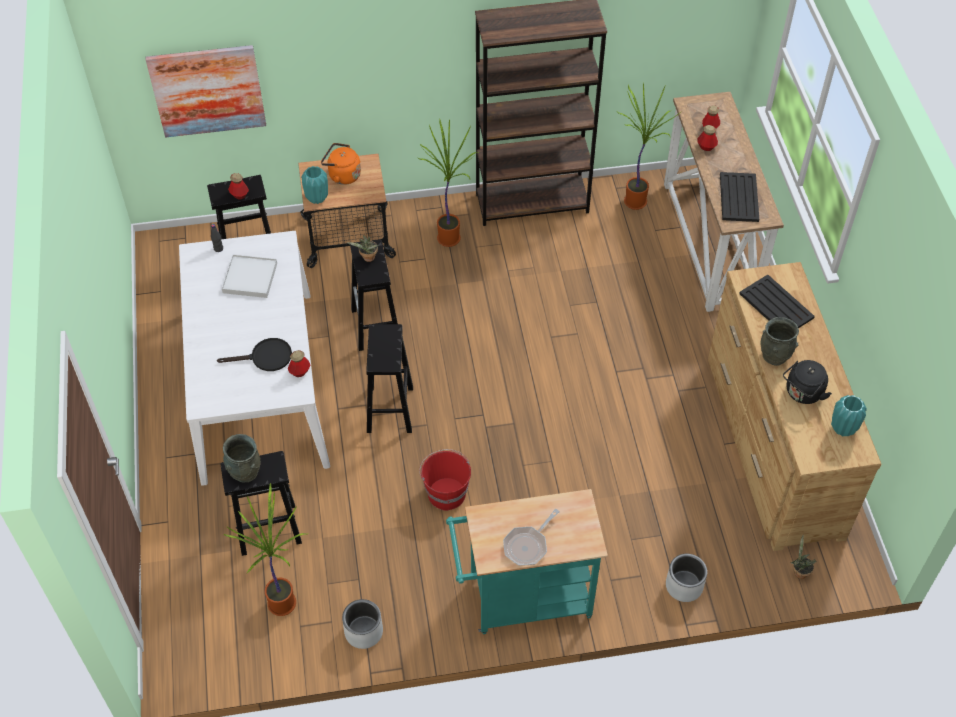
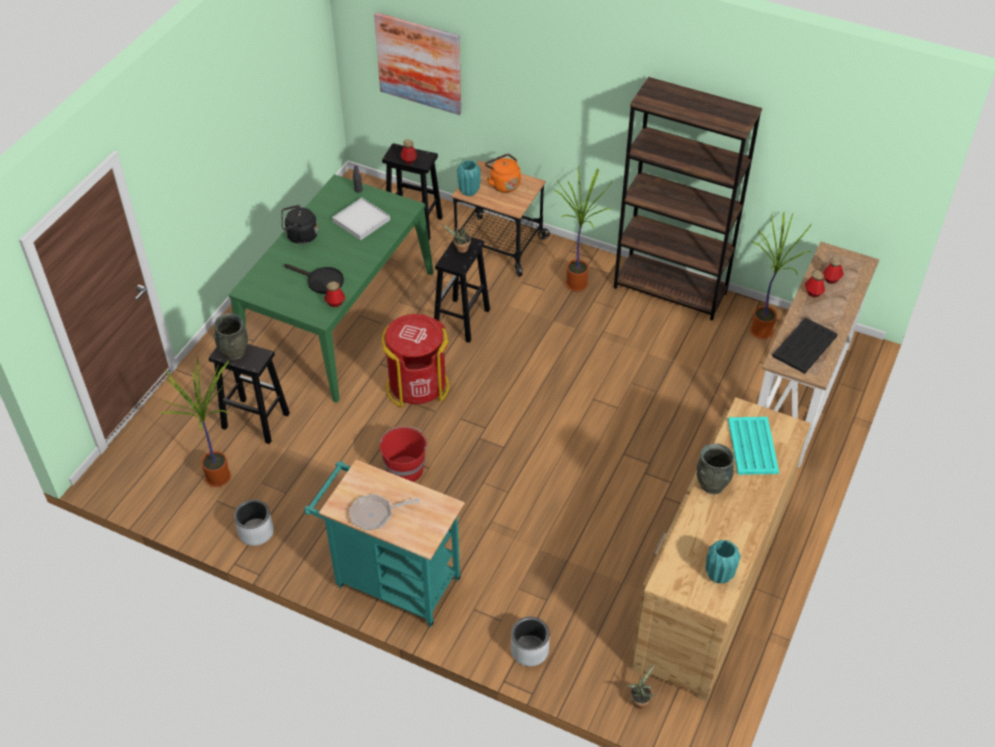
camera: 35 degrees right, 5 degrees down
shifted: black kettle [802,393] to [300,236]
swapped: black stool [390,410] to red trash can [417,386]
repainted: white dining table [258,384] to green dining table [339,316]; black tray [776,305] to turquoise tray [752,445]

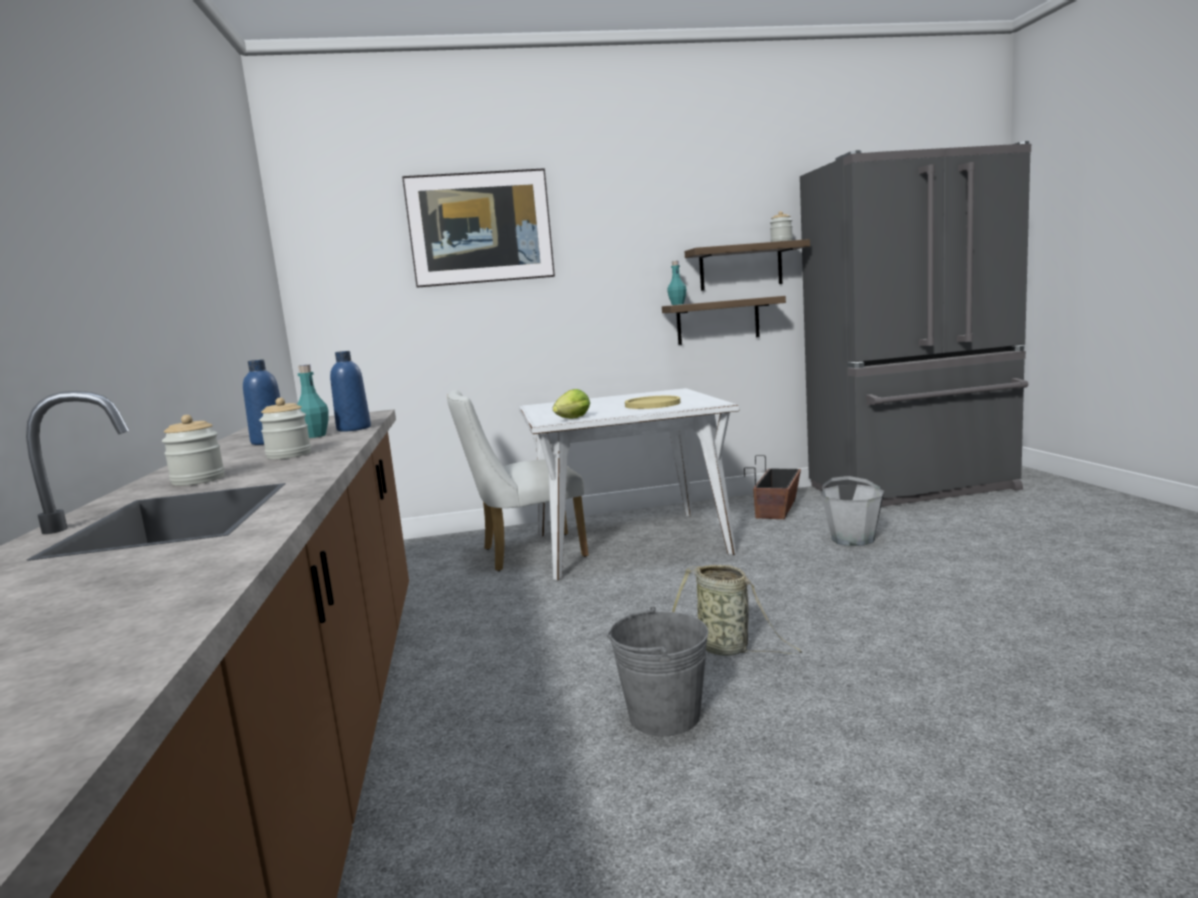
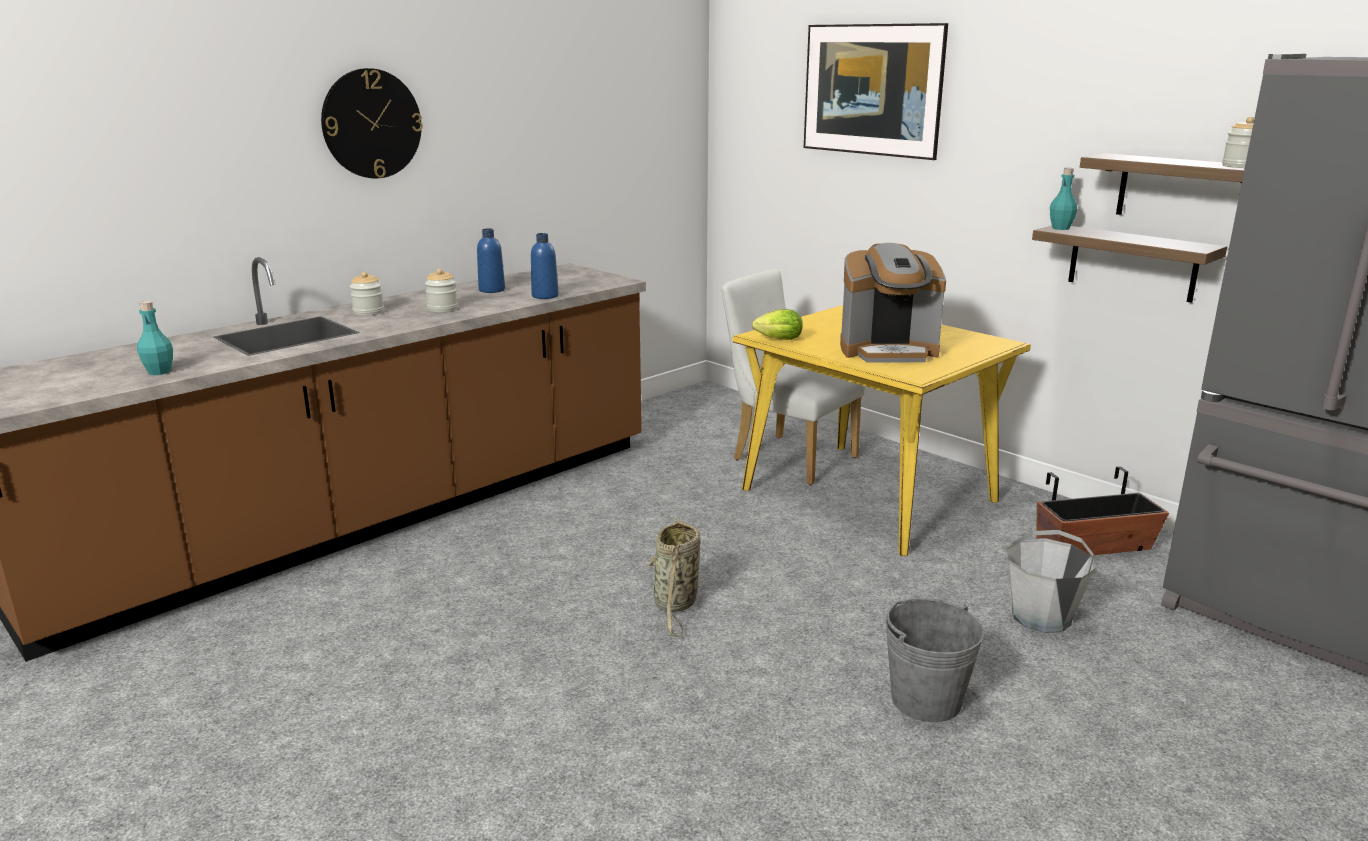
camera: 55 degrees right, 10 degrees up
new: wall clock [371,124]
shifted: turquoise bottle [315,436] to [159,372]; grey bucket [664,715] to [926,700]
swapped: yellow plate [652,404] to coffee machine [888,351]
repainted: white dining table [629,544] to yellow dining table [867,495]

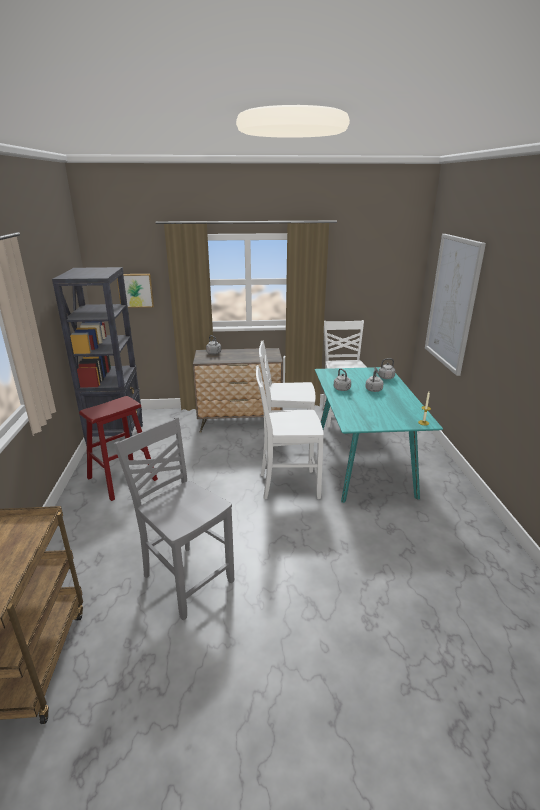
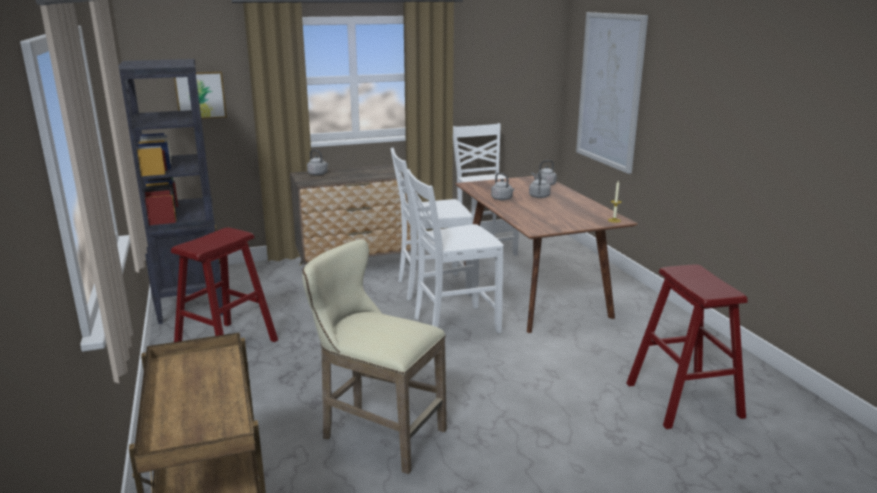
camera: 15 degrees left, 5 degrees down
new: red stool [683,400]
swapped: grey chair [186,578] to beige stool [377,433]
repainted: turquoise dining table [361,461] to brown dining table [531,290]

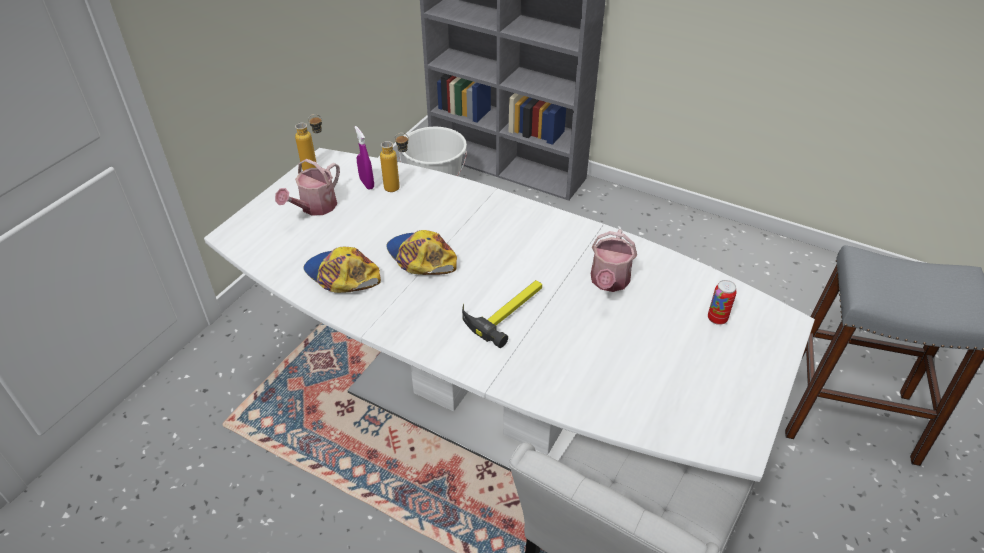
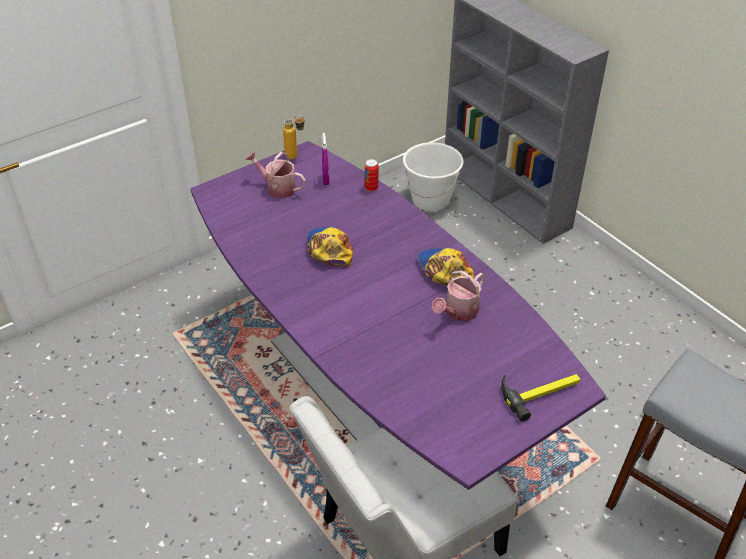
camera: 25 degrees right, 0 degrees up
gone: bottle [398,187]
shifted: cap [341,276] to [444,270]; hammer [506,310] to [540,391]; can [717,319] to [371,188]
repainted: white dining table [491,407] to purple dining table [372,391]
rotated: watering can [315,207] = [277,188] 60 degrees clockwise

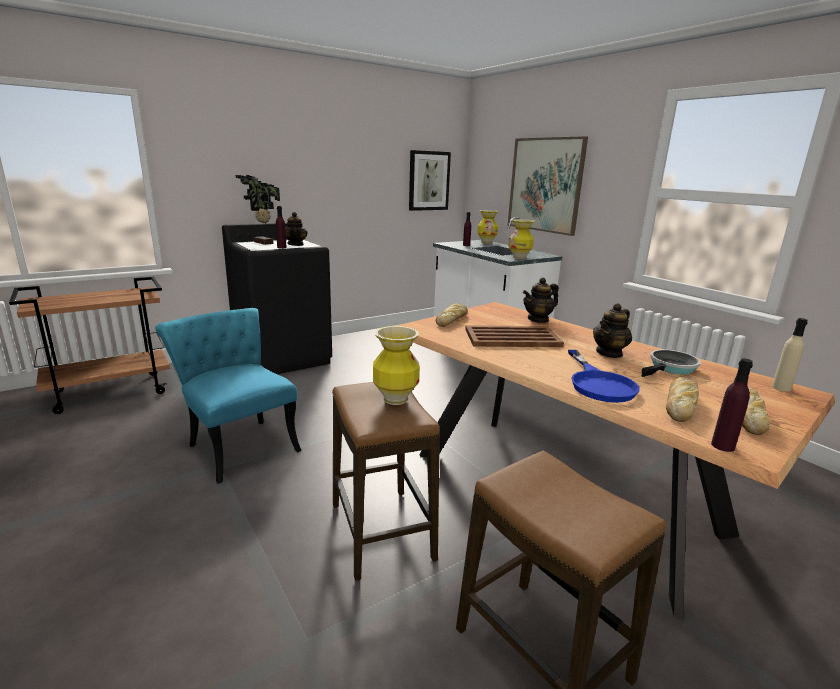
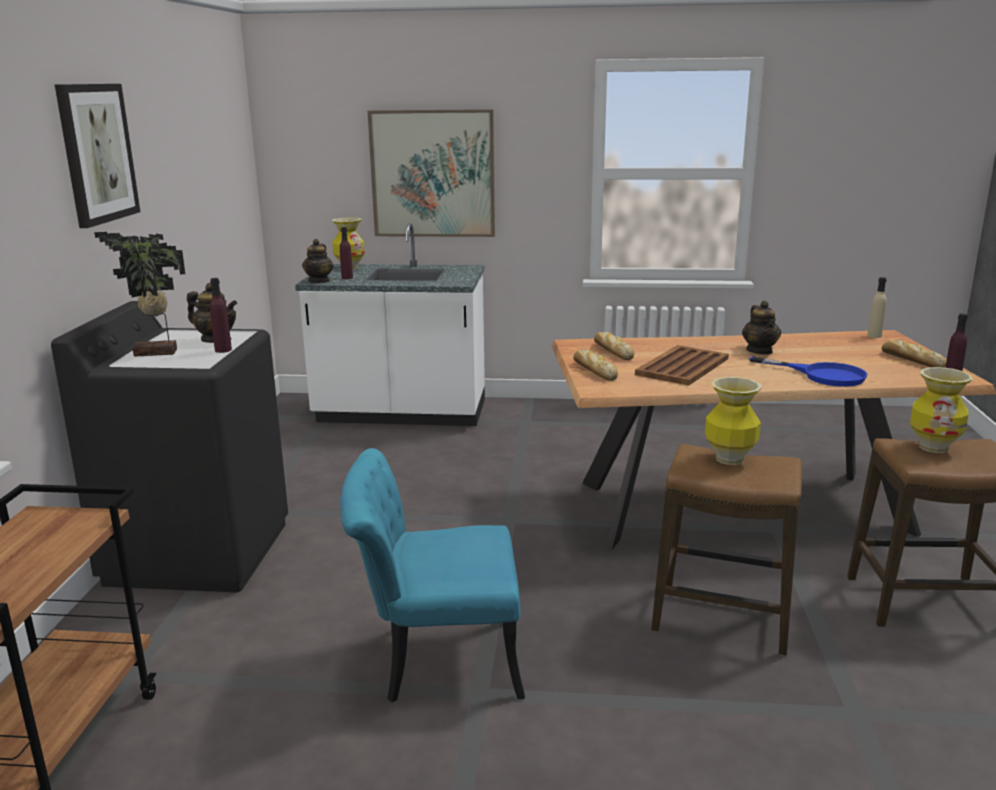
camera: 50 degrees left, 0 degrees up
gone: frying pan [671,368]
shifted: picture [428,181] to [97,153]; vase [519,258] to [933,447]; teapot [538,319] to [319,281]; bread [680,404] to [612,351]

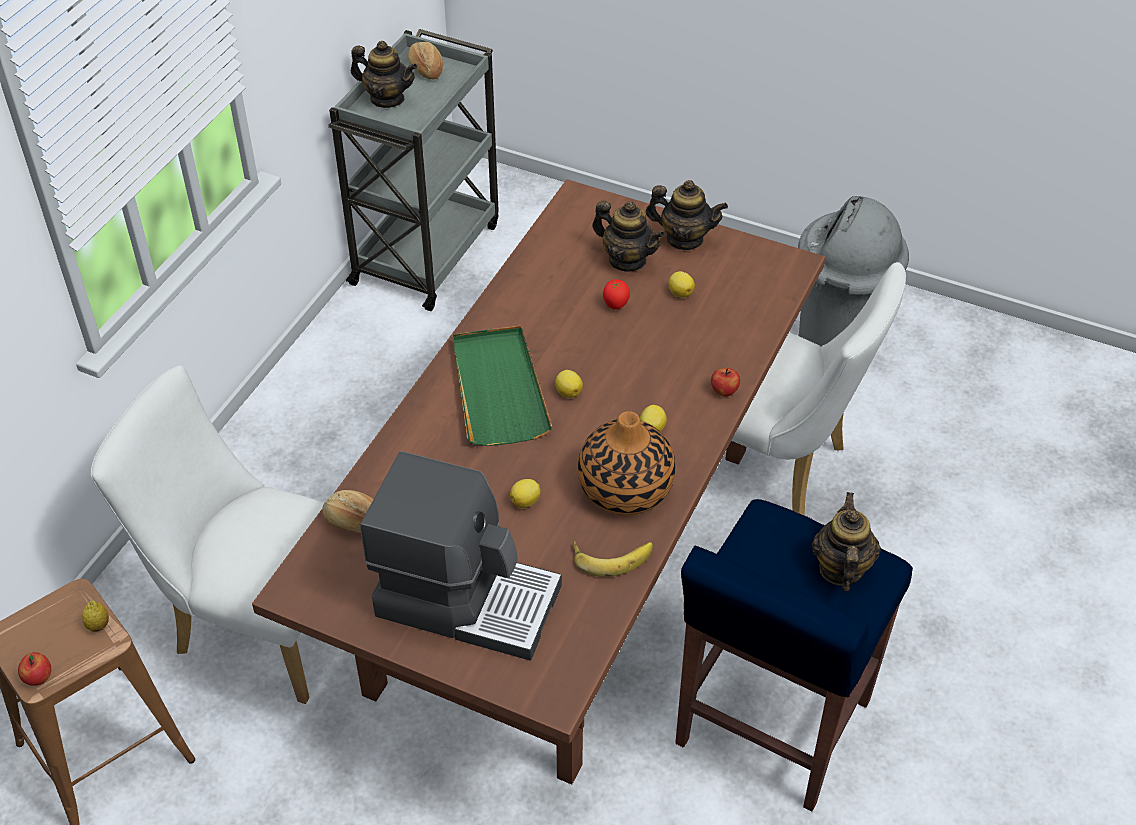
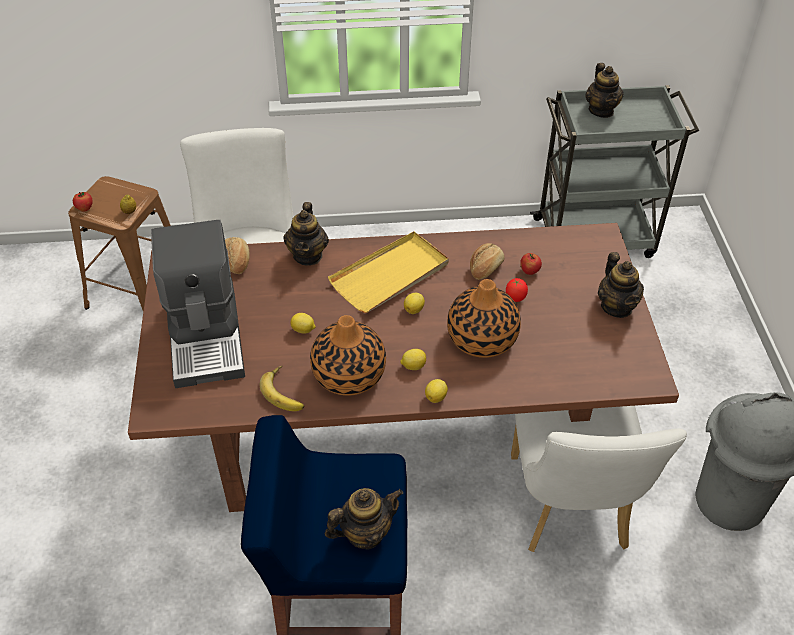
camera: 60 degrees right, 0 degrees up
new: vase [482,338]
shifted: bread [426,69] to [485,268]; teapot [627,260] to [308,255]; lemon [680,293] to [436,397]; apple [724,391] to [529,271]
repainted: green tray [498,389] to yellow tray [390,275]

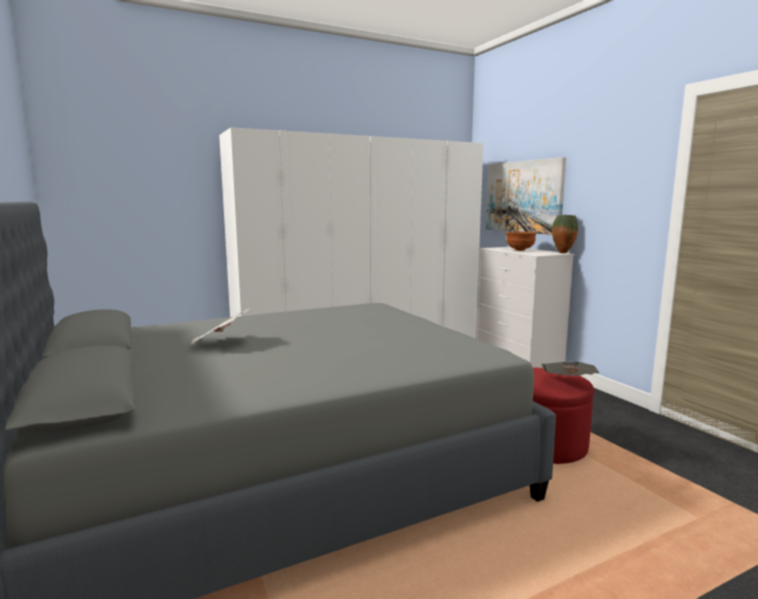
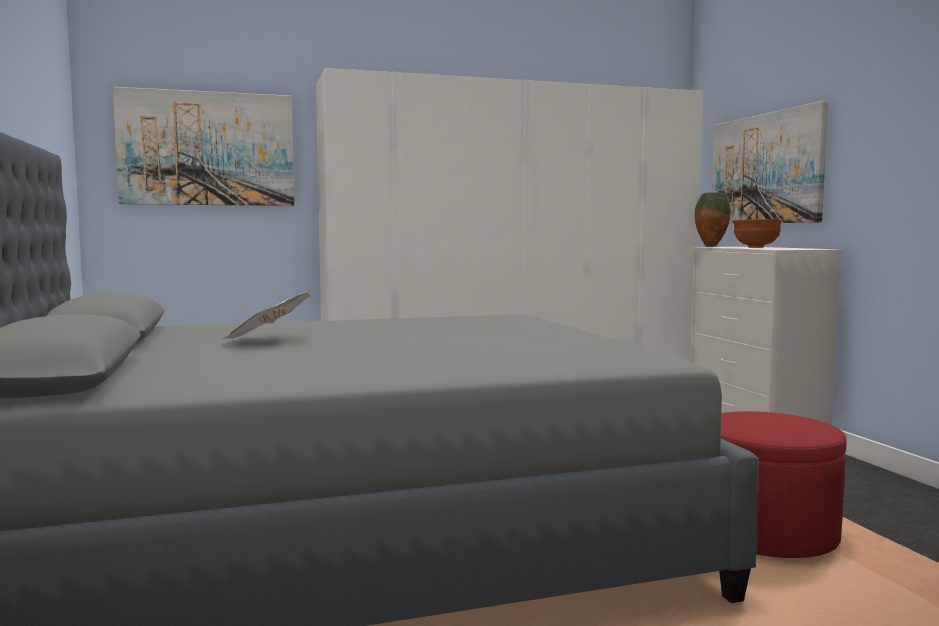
camera: 10 degrees right, 5 degrees down
gone: newspaper [568,383]
new: picture [207,149]
shifted: vase [562,253] to [710,246]

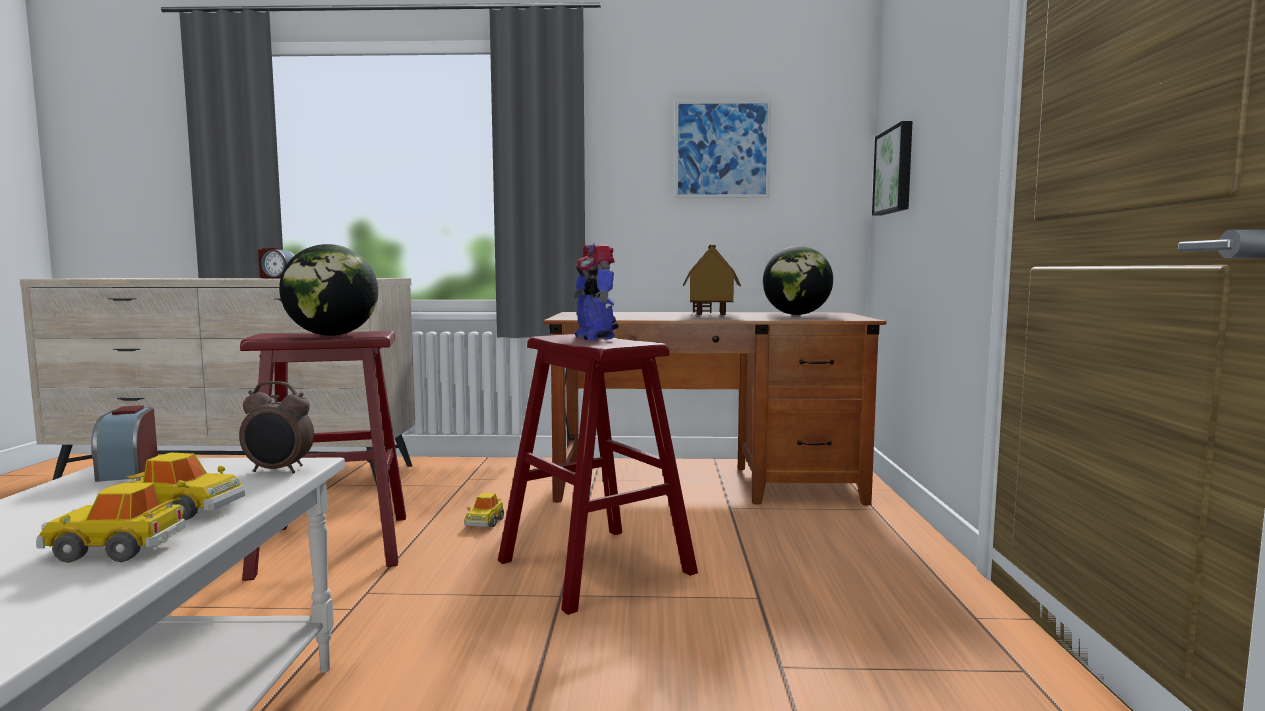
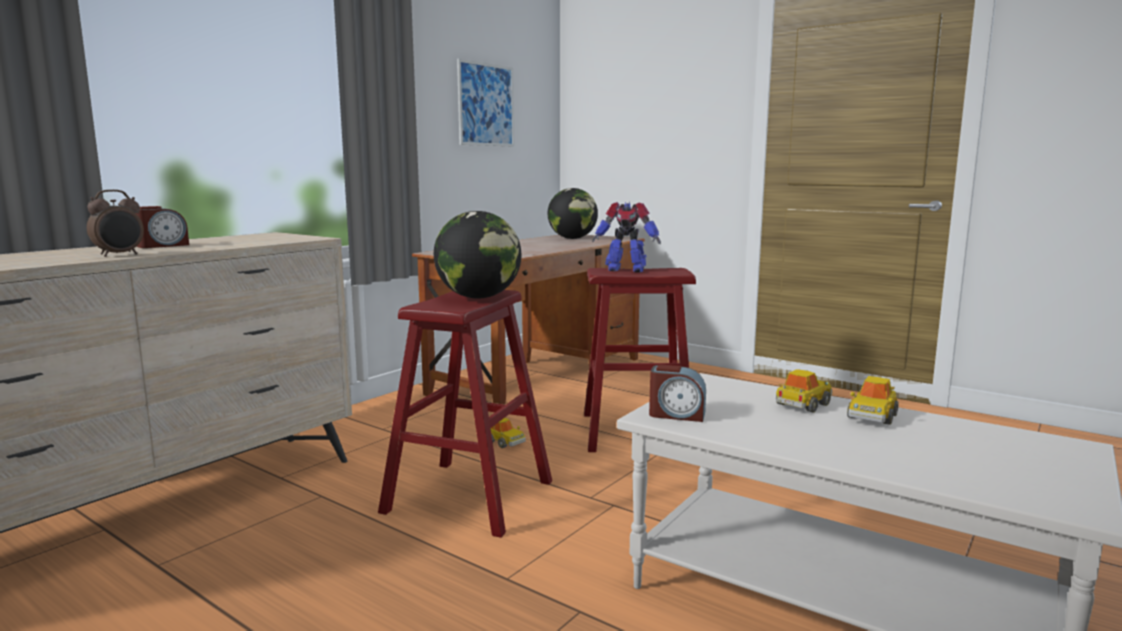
camera: 55 degrees left, 5 degrees up
gone: picture [896,171]; toy house [710,315]
shifted: alarm clock [278,471] to [119,255]

